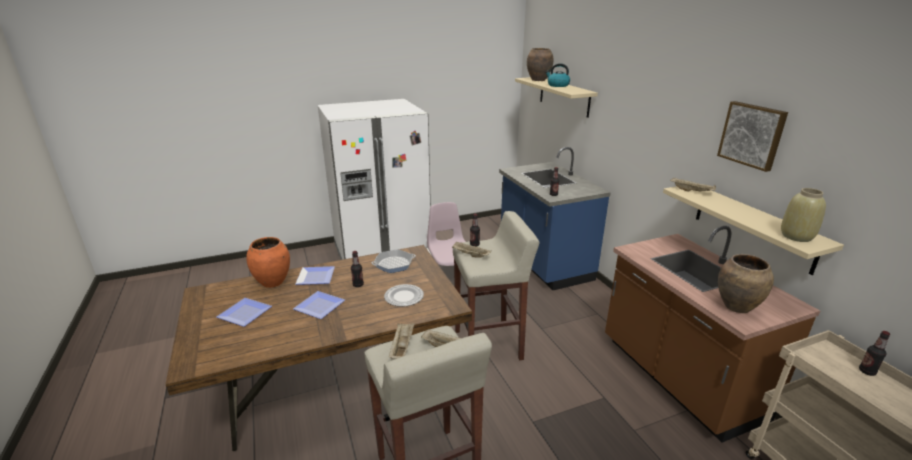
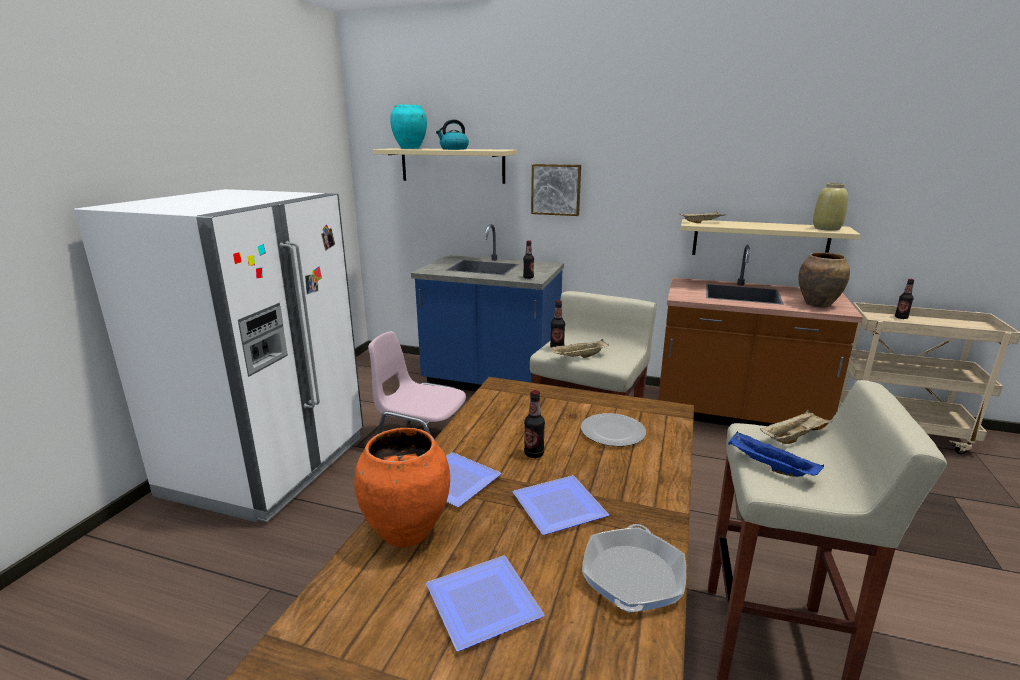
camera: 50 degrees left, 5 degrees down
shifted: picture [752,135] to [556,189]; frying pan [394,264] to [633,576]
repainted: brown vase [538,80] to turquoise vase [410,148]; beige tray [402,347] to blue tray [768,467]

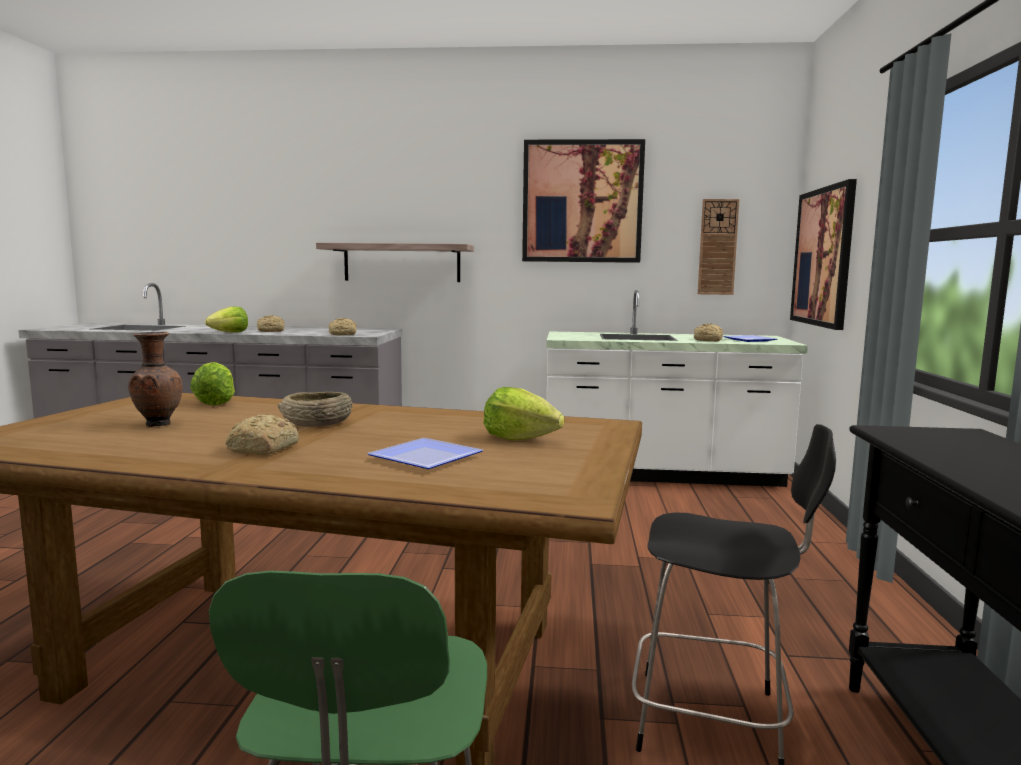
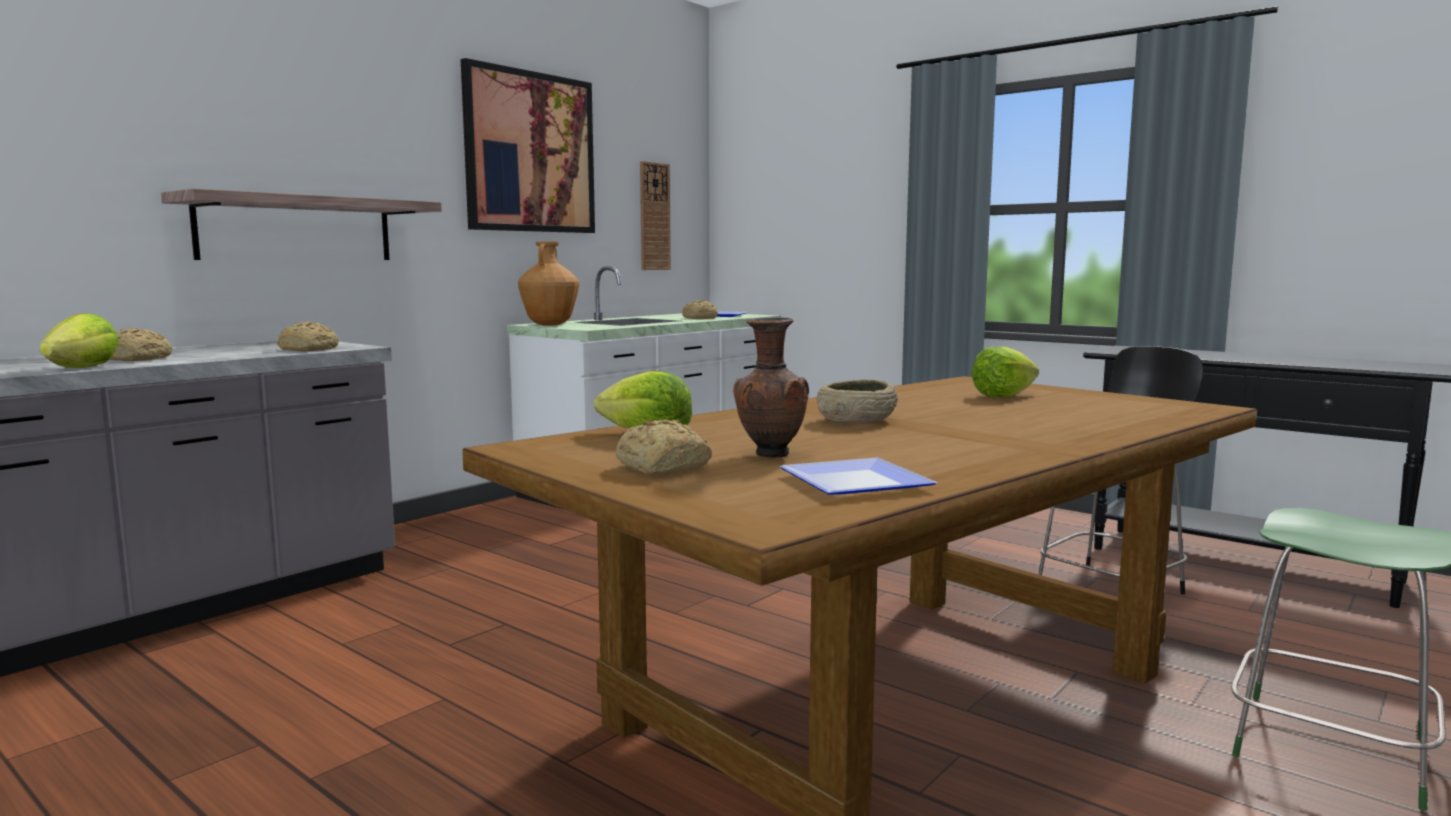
camera: 55 degrees left, 0 degrees up
gone: picture [823,257]
new: brown vase [550,324]
shifted: bread [262,449] to [662,468]; plate [425,457] to [849,482]

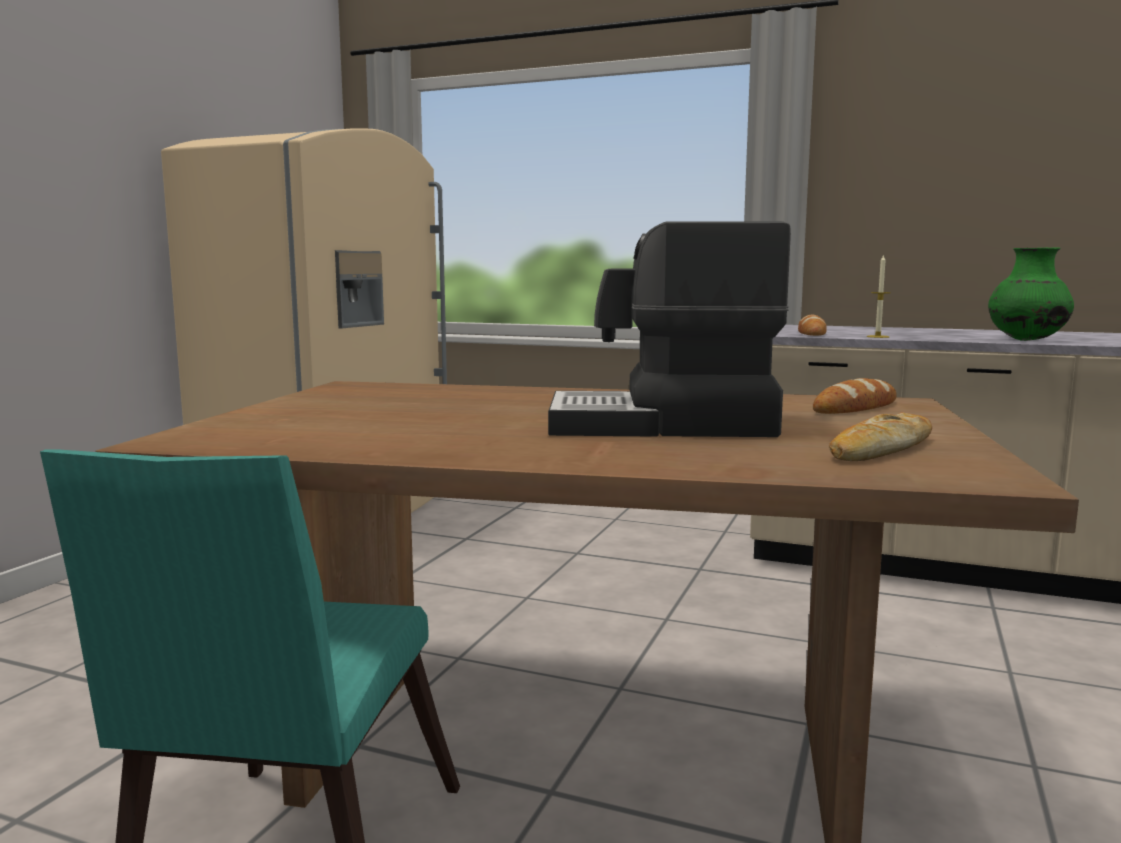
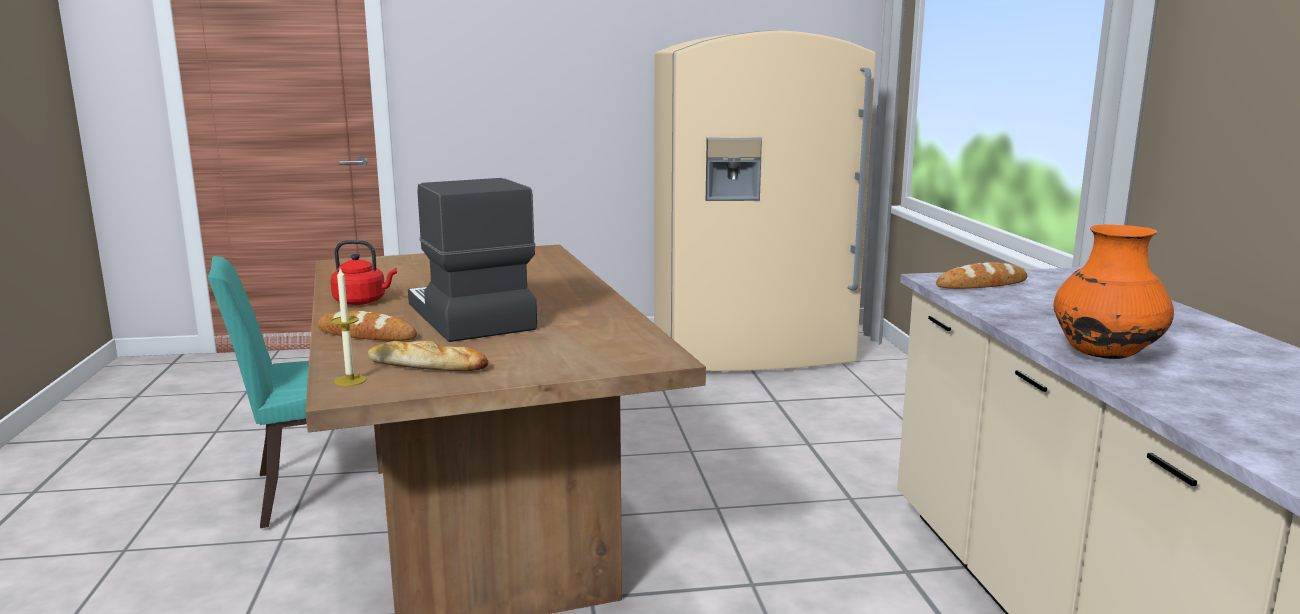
camera: 60 degrees right, 5 degrees up
new: red kettle [363,301]
shifted: candle [877,336] to [350,380]; bread [855,407] to [367,334]
repainted: green vase [1026,340] to orange vase [1104,356]

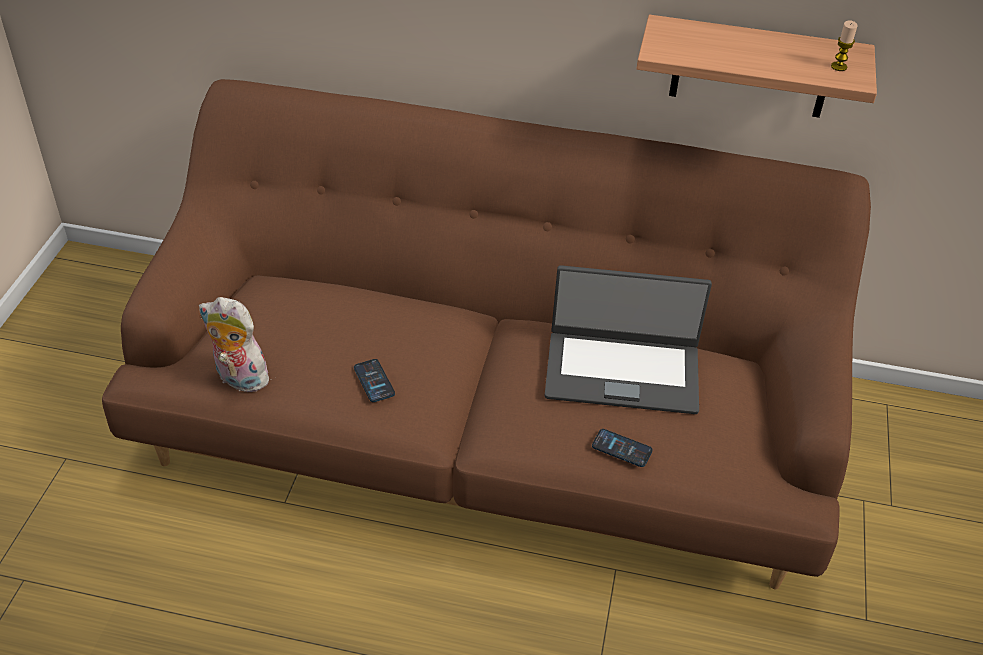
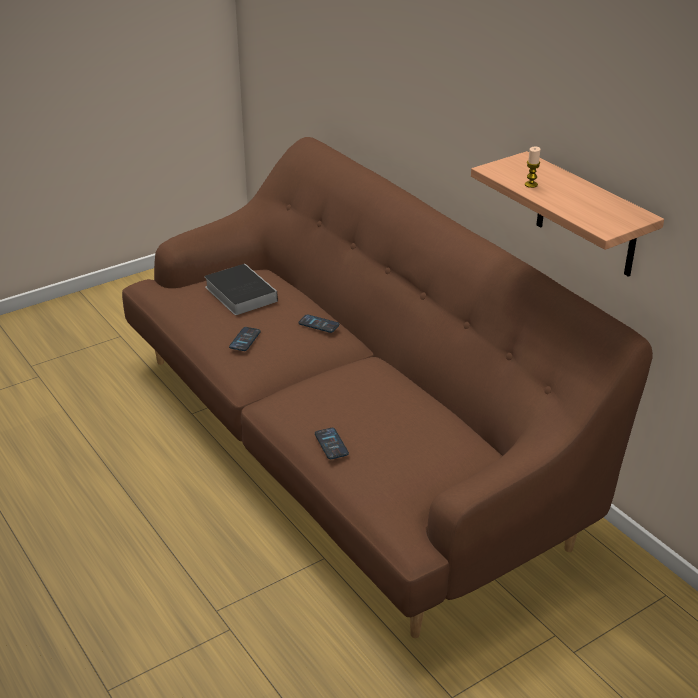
camera: 45 degrees right, 10 degrees down
gone: laptop [622,371]; plush toy [238,379]
new: book [239,293]; phone [318,324]
shifted: candle [838,67] to [531,184]

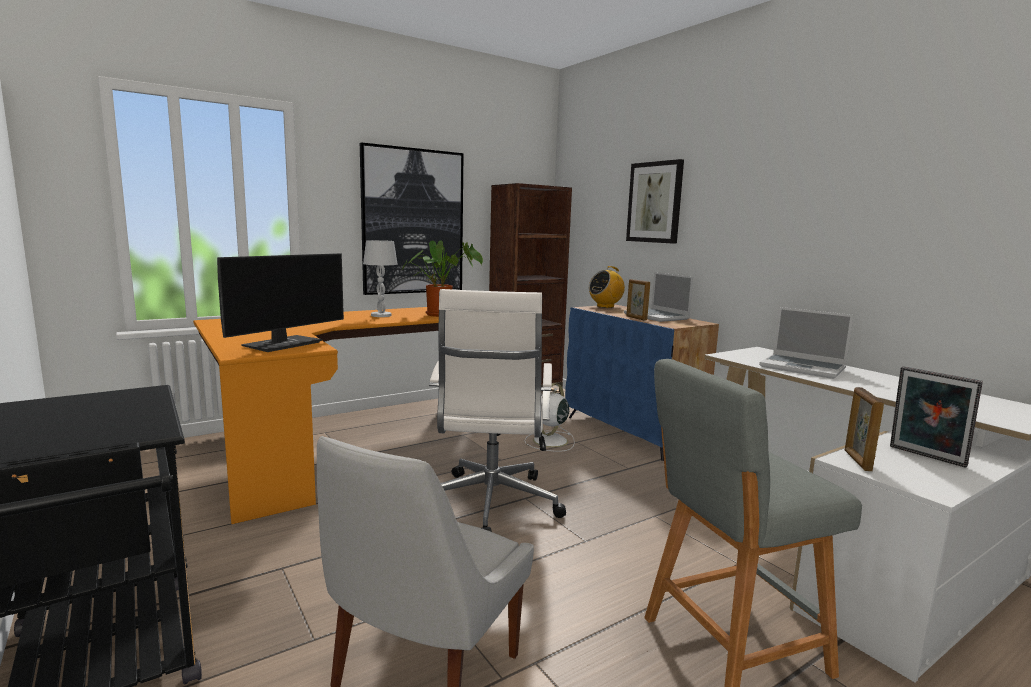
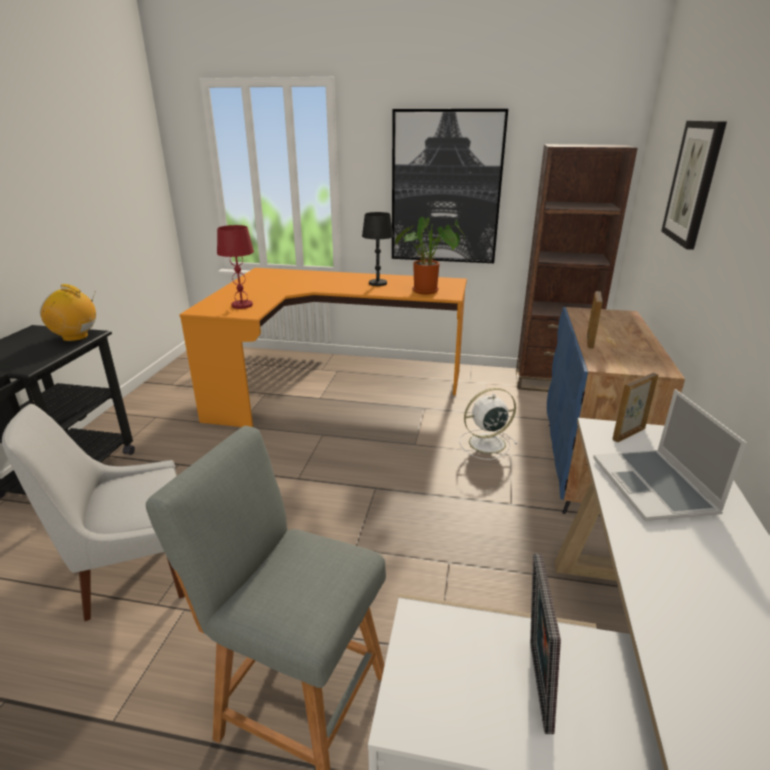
camera: 45 degrees right, 15 degrees up
gone: laptop [657,316]; white office chair [490,505]
shifted: radio [605,306] to [76,337]; picture frame [857,461] to [628,434]
swapped: monitor [284,344] to red table lamp [242,305]
repainted: white table lamp [381,315] to black table lamp [378,283]

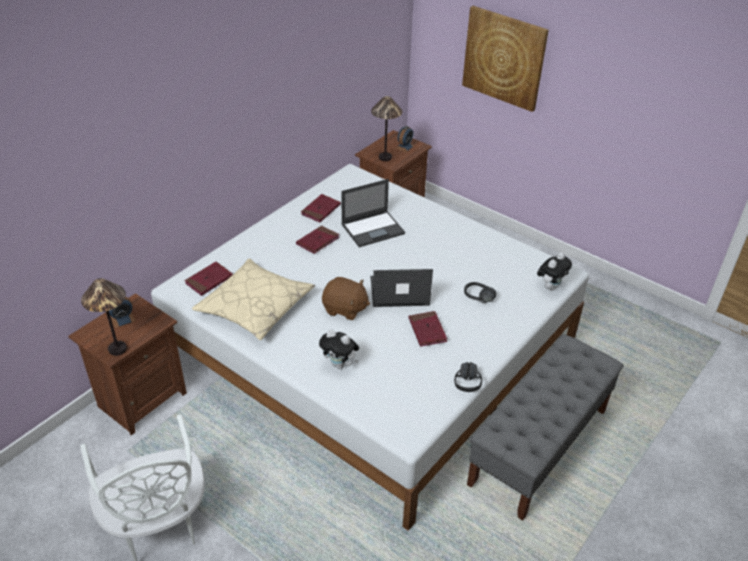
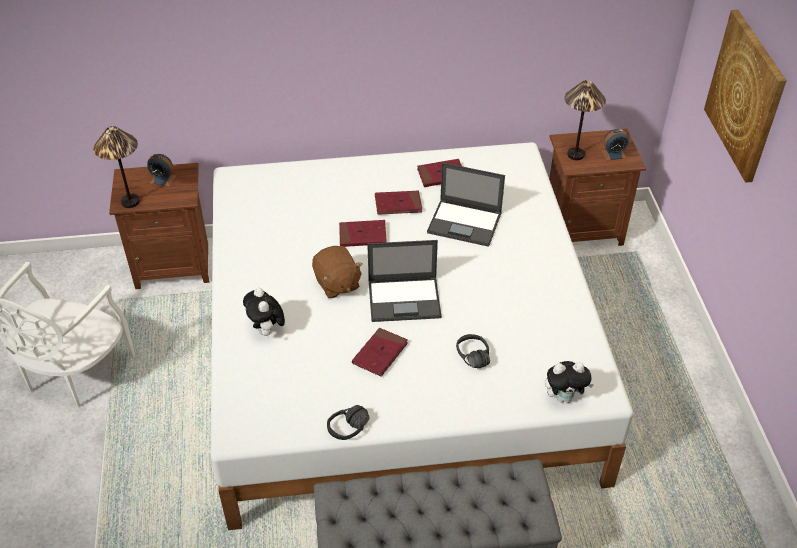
camera: 45 degrees right, 5 degrees up
gone: beige pillow [255,307]
shifted: red book [209,280] to [362,235]
rotated: laptop [398,291] = [405,299] 135 degrees clockwise

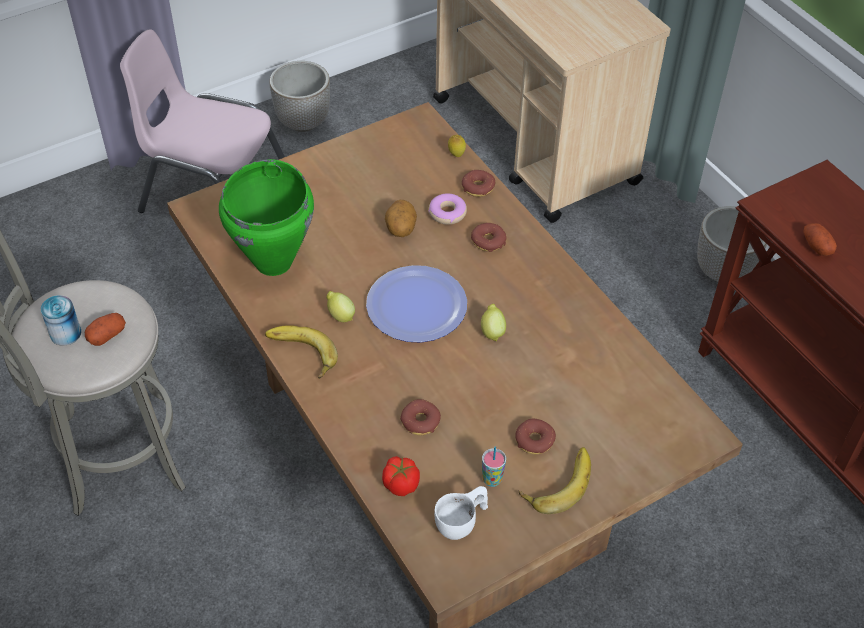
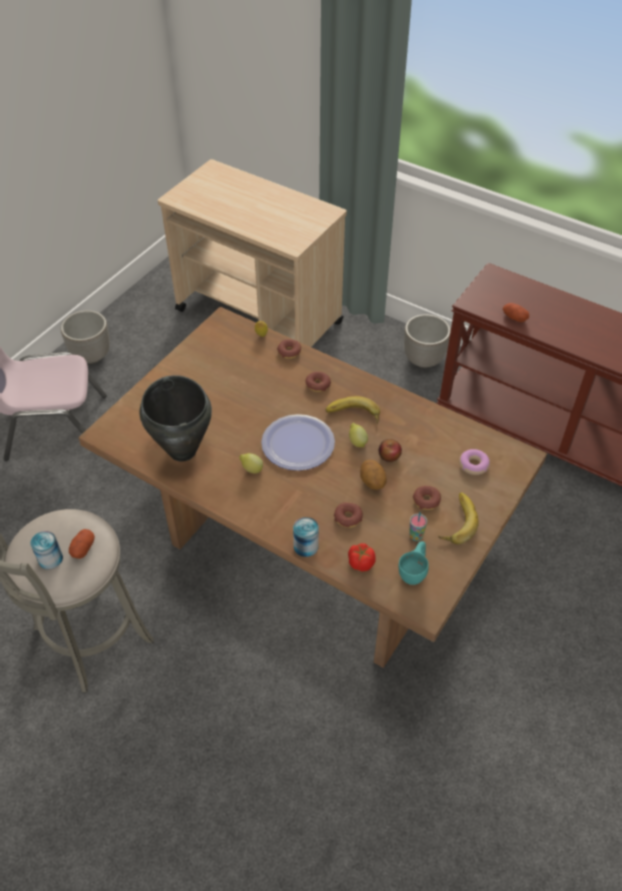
camera: 25 degrees left, 0 degrees up
new: apple [389,456]; can [306,546]
shifted: donut [447,213] to [473,465]; potato [400,229] to [372,482]; banana [300,355] to [353,415]
repainted: green cooking pot [274,262] to black cooking pot [183,450]; white cup [462,522] to turquoise cup [415,571]

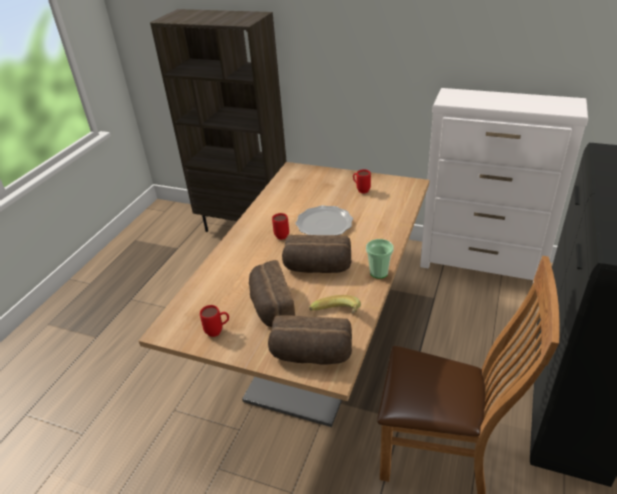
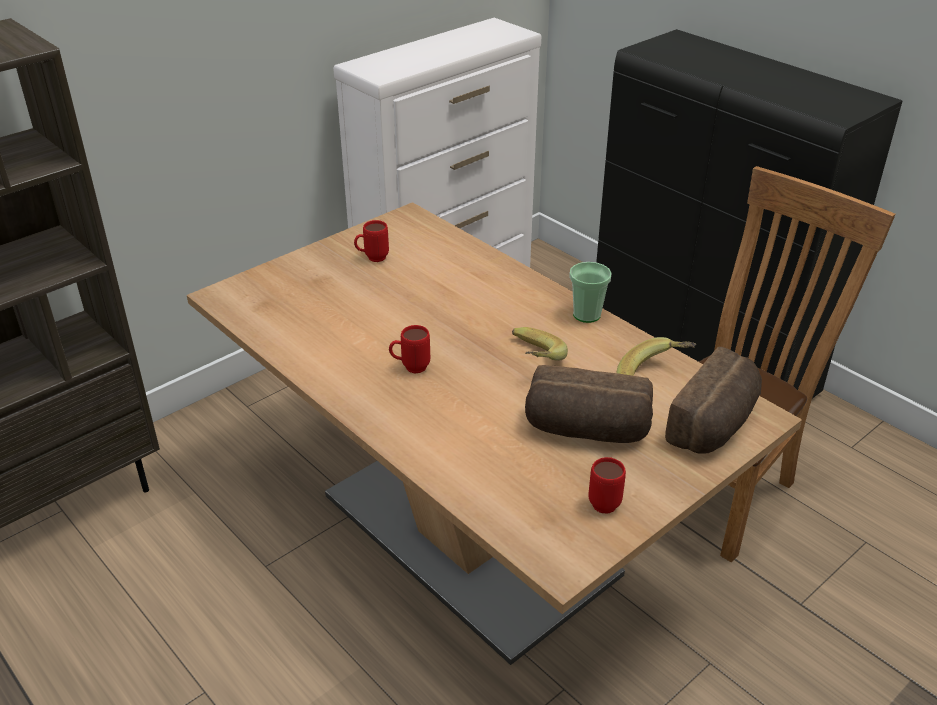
camera: 65 degrees left, 0 degrees up
gone: plate [324,224]
swapped: bread [317,268] to banana [531,360]

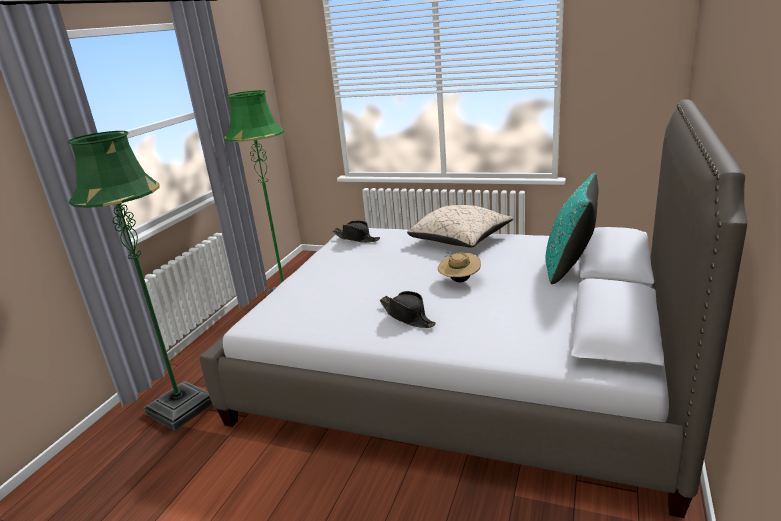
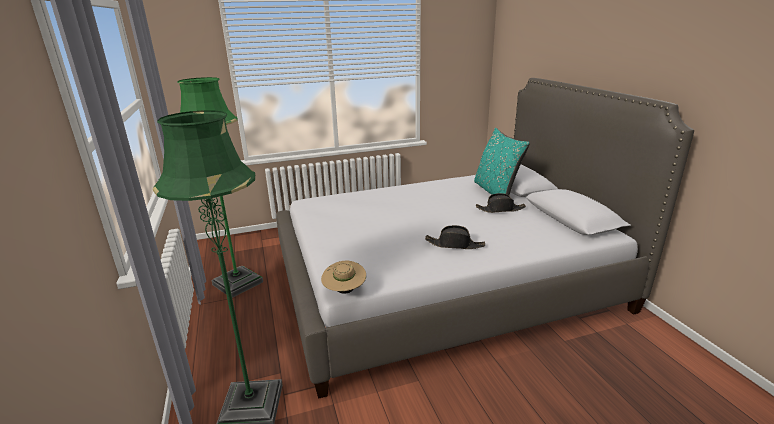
camera: 40 degrees left, 0 degrees up
gone: beige pillow [461,240]
shifted: black hat [356,238] to [500,209]; beige hat [459,280] to [344,291]

